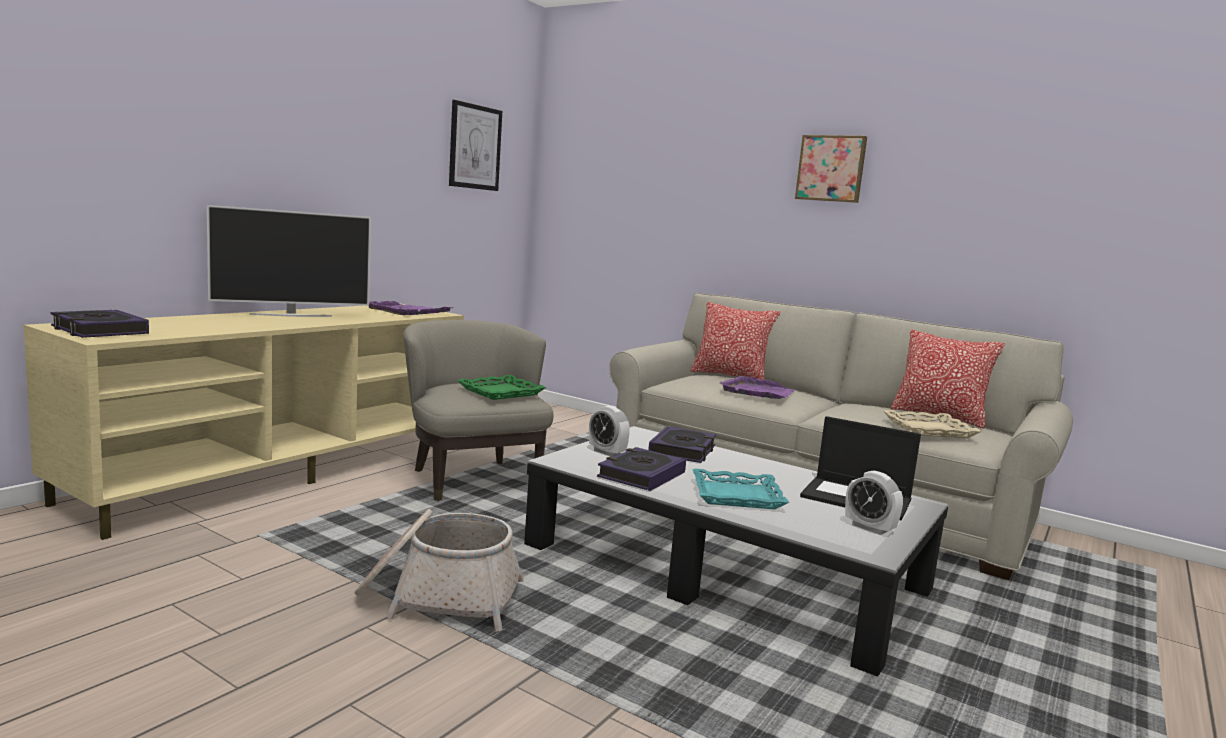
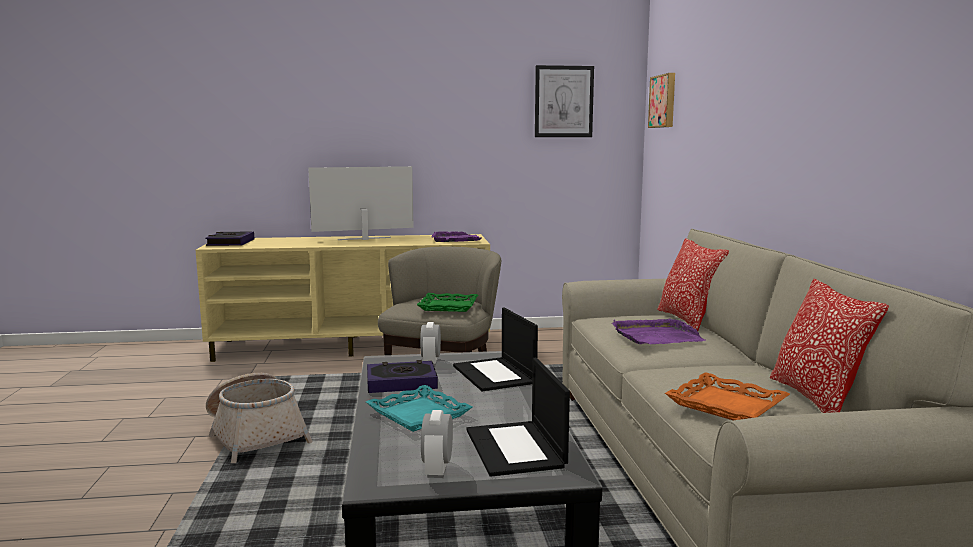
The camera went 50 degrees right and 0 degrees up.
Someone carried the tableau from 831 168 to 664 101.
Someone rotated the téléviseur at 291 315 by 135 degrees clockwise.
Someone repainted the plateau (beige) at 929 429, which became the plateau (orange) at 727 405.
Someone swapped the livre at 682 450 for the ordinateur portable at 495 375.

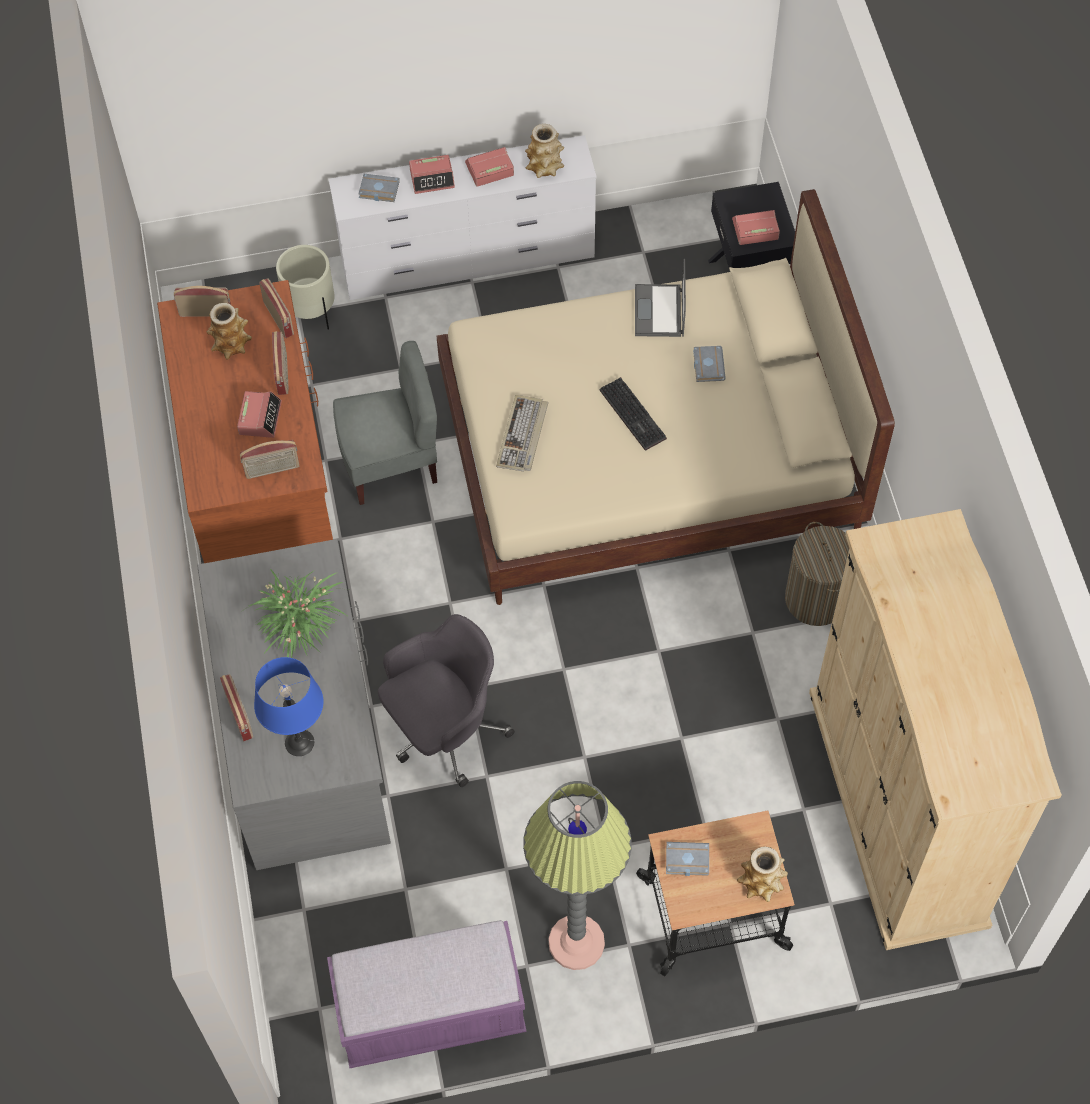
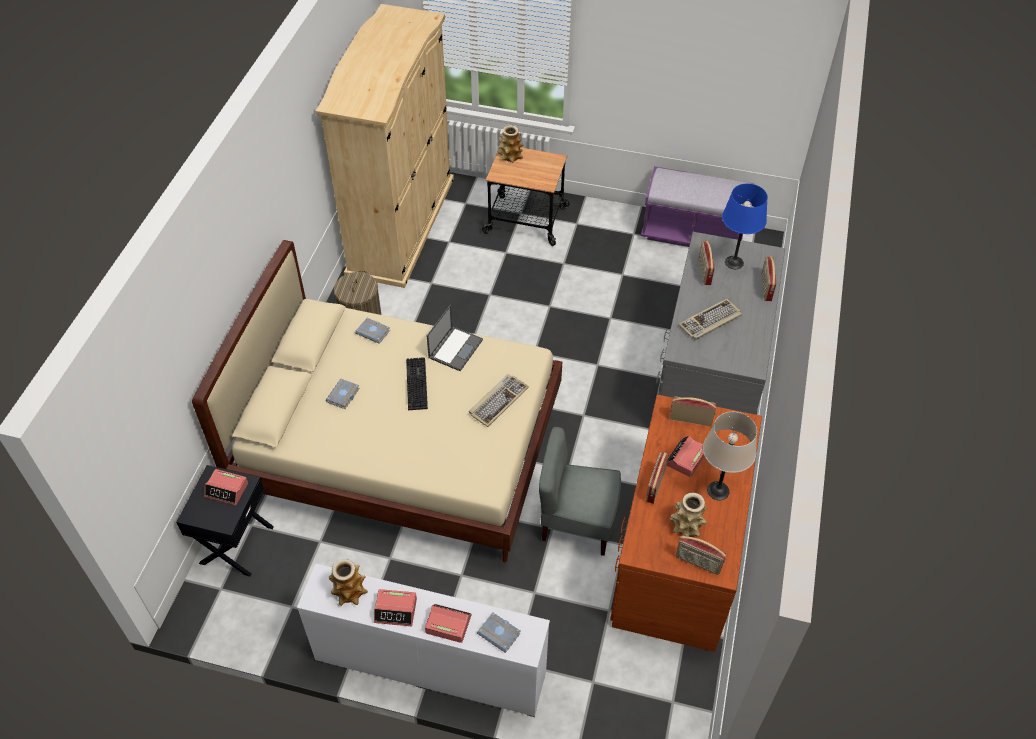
The camera went 155 degrees left and 10 degrees down.
Someone took away the cache-pot (beige) at 310 313.
Someone carried the ordinateur portable from 659 312 to 455 348.
Someone carried the radio from 279 318 to 704 272.
Someone swapped the plante en pot at 298 623 for the clavier at 710 321.
Someone took away the chaise de bureau (gris) at 443 729.
Someone took away the lampadaire at 576 942.
Someone carried the livre (gris) from 686 861 to 374 332.
Someone put down the lampe de table (beige) at 718 490.

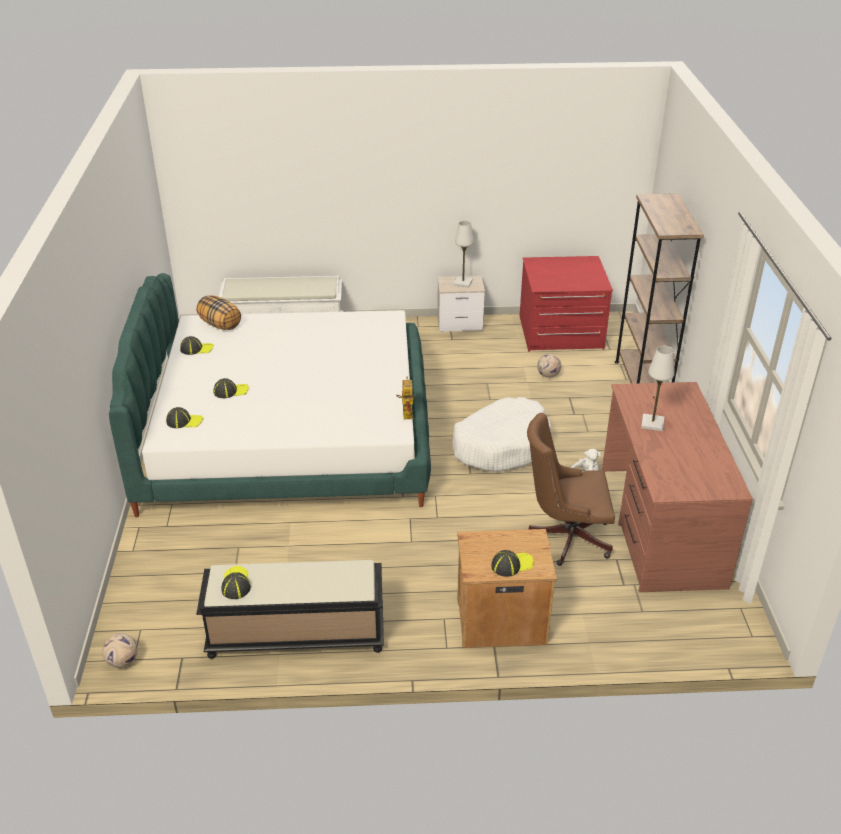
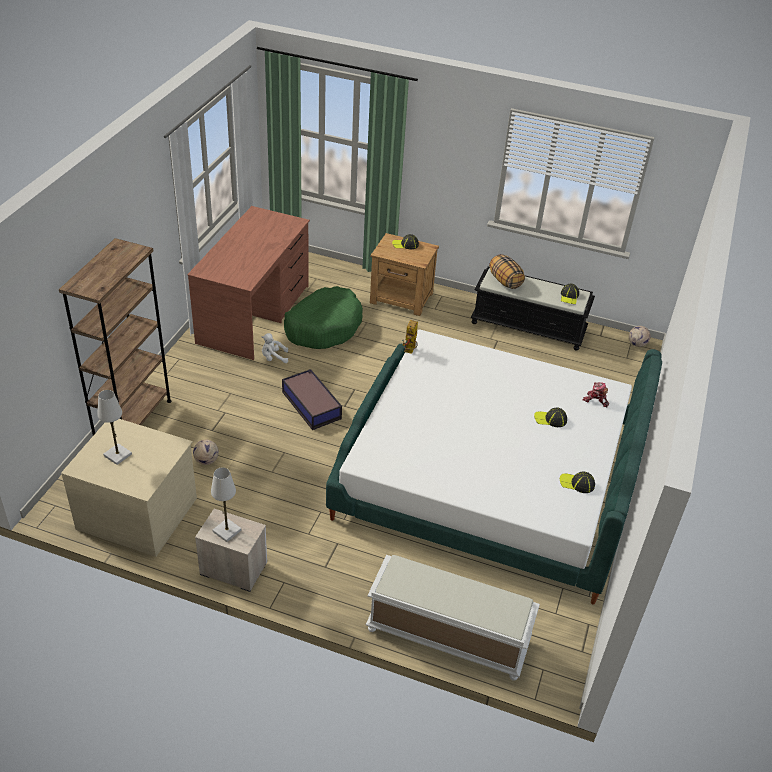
The camera went 160 degrees left and 5 degrees up.
Someone repainted the commode (rouge) at 561 333, which became the commode (beige) at 138 512.
Someone carried the coussin from 220 324 to 505 281.
Someone carried the lampe de table (blanc) from 652 423 to 118 455.
Someone swapped the panier pour chien (blanc) at 501 445 for the boîte de rangement at 311 404.
Someone swapped the casquette at 184 421 for the robot jouet at 595 400.
Someone swapped the chaise de bureau (marron) at 565 537 for the panier pour chien (vert) at 323 327.

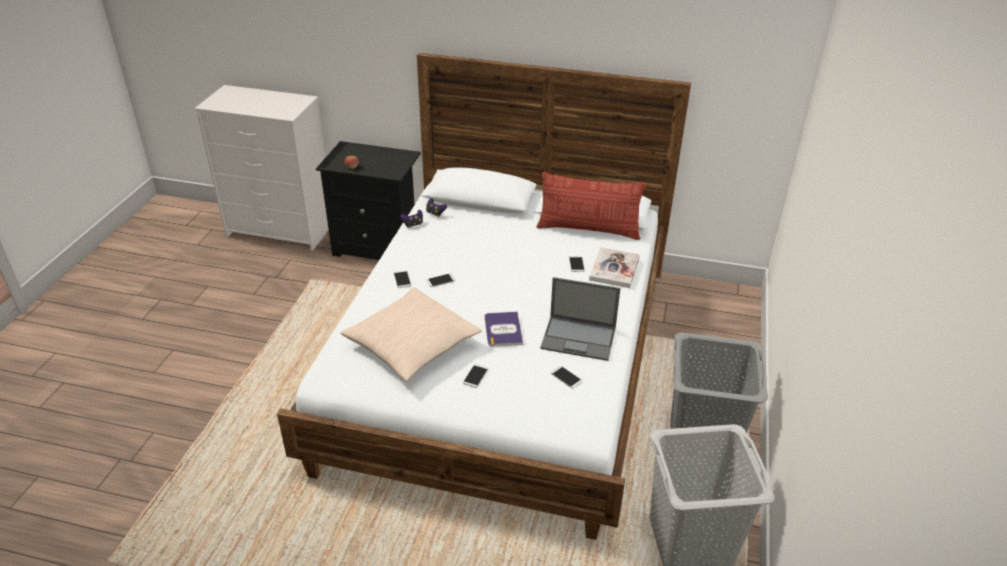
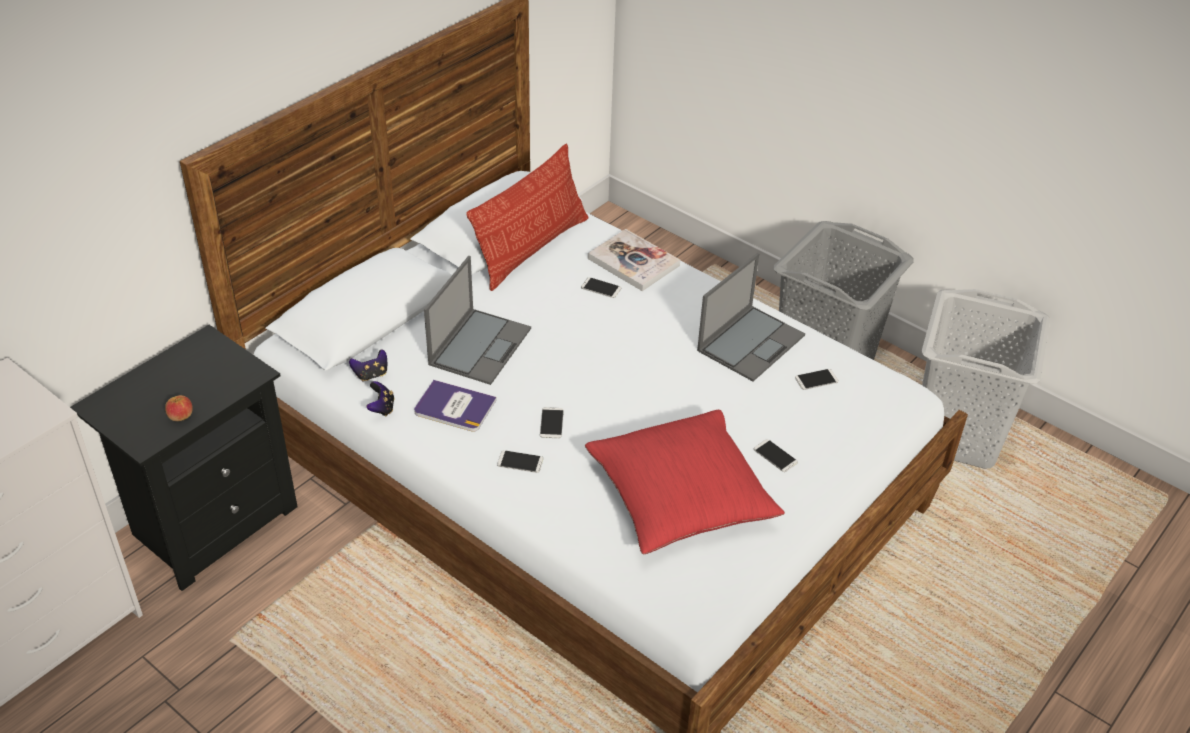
The camera went 65 degrees left and 5 degrees up.
Someone repainted the coussin (beige) at 411 344, which became the coussin (rouge) at 681 496.
Someone carried the livre from 503 329 to 454 407.
Someone put down the ordinateur portable at 480 345.

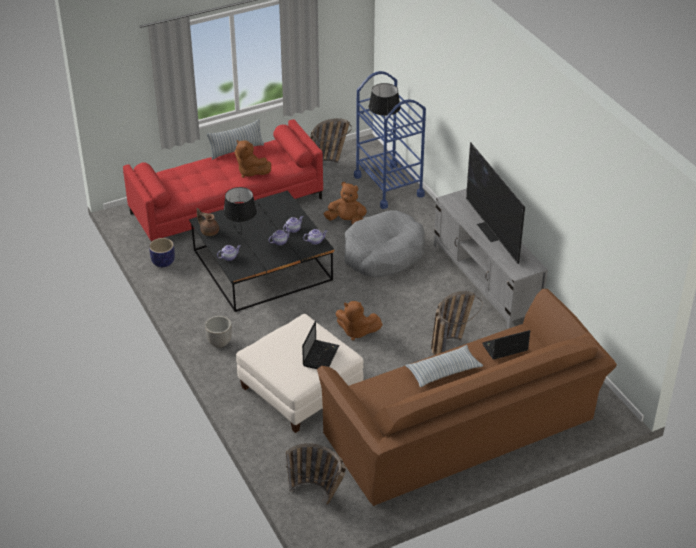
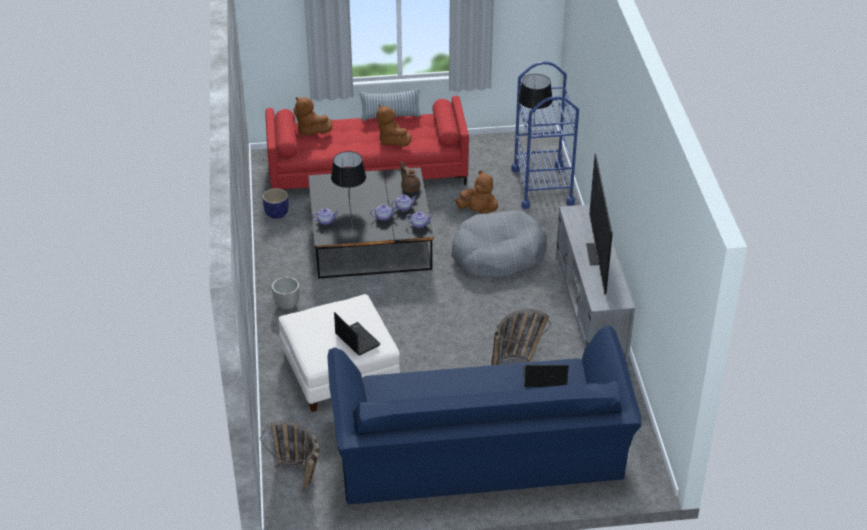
The camera went 20 degrees right and 0 degrees up.
Someone took away the panier at 328 164.
Someone carried the théière (marron) from 209 231 to 410 187.
Someone repainted the canapé (marron) at 464 432, which became the canapé (bleu) at 480 456.
Someone carried the peluche (marron) from 356 331 to 310 131.
Someone rotated the ordinateur portable at 321 355 by 75 degrees counterclockwise.
Someone took away the coussin at 443 371.

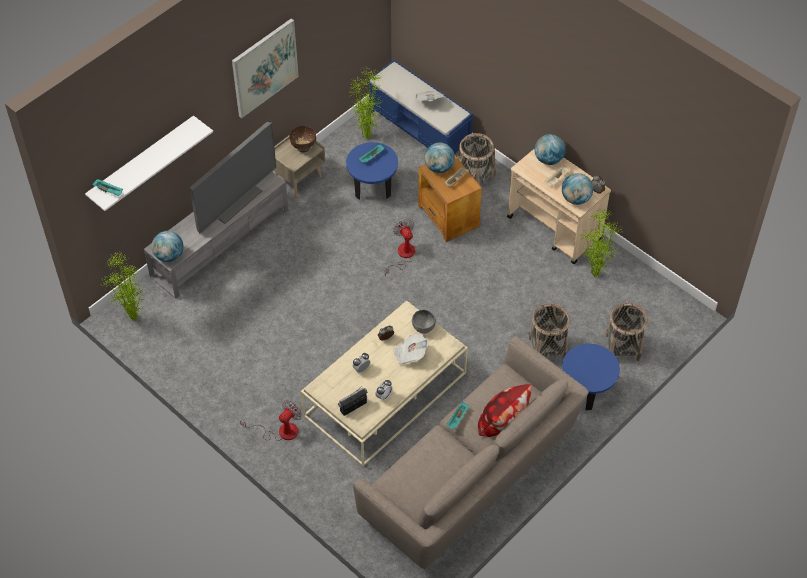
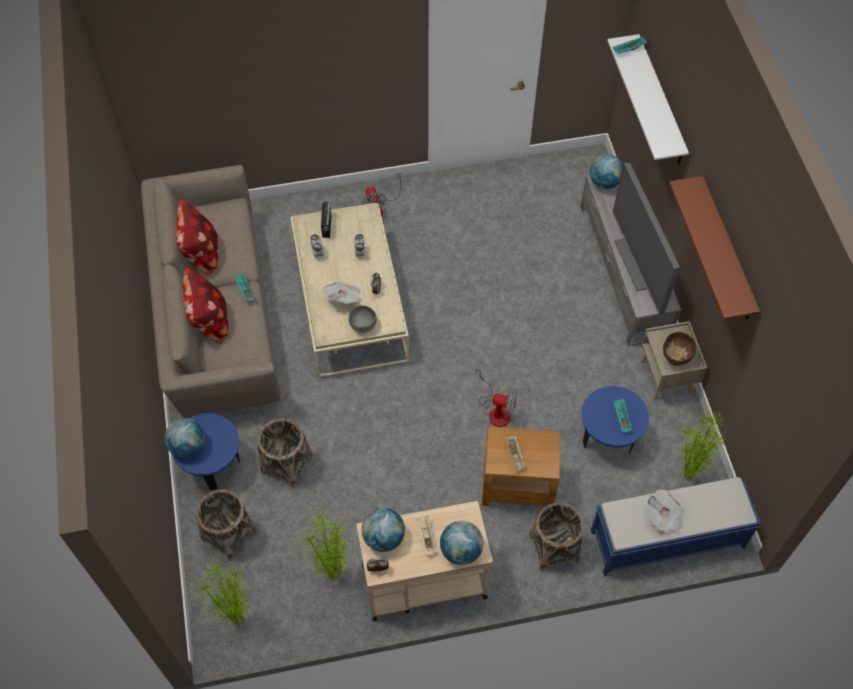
The camera went 125 degrees right and 5 degrees up.
Someone swapped the tableau at 264 67 for the étagère (marron) at 726 250.
Someone carried the globe from 439 167 to 188 446.
Someone carried the plante en pot from 133 319 to 237 619.
Someone put down the coussin at 201 254.

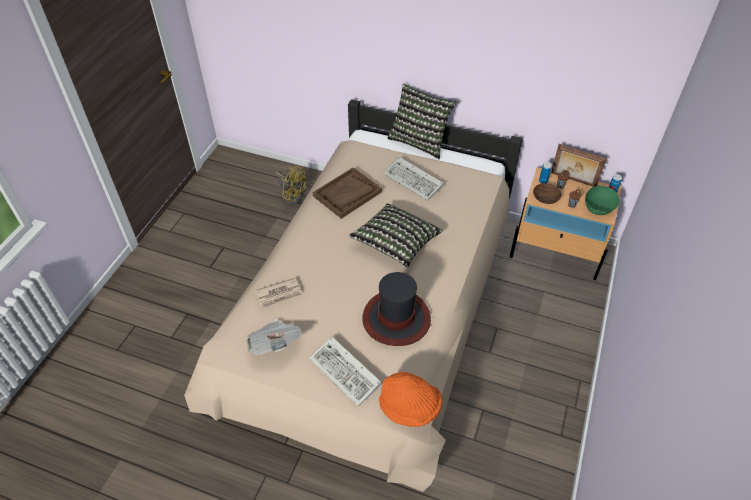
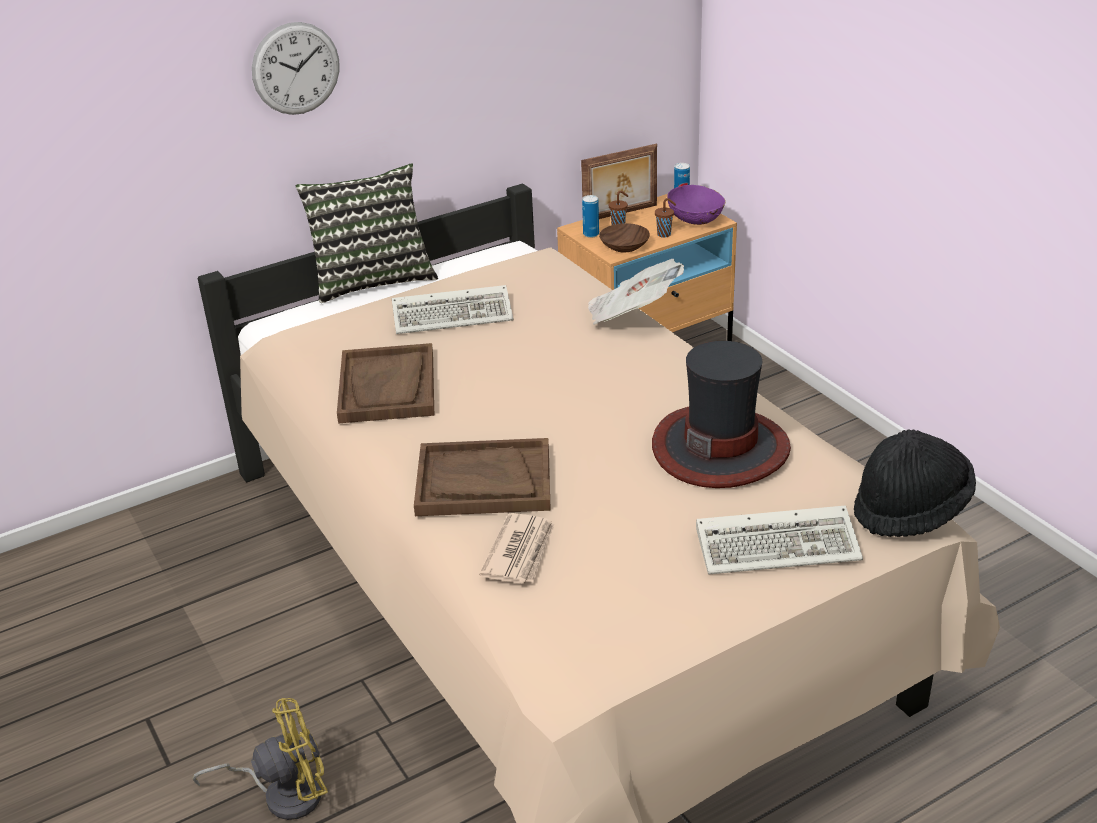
The camera went 50 degrees left and 15 degrees down.
Someone carried the ventilateur (jaune) from 291 195 to 283 794.
Someone repainted the bol (vert) at 598 209, which became the bol (violet) at 696 220.
Someone took away the coussin at 396 243.
Someone carried the journal from 275 344 to 632 314.
Someone repainted the chapeau (orange) at 410 408, which became the chapeau (noir) at 911 509.
Someone put up the horloge murale at 296 68.
Someone put down the plateau (marron) at 483 481.

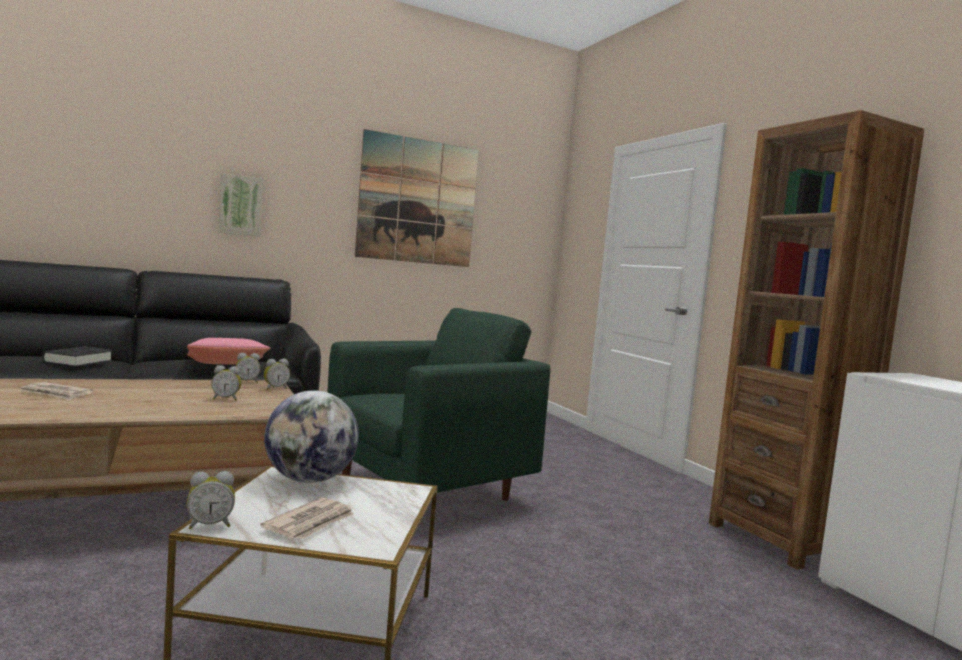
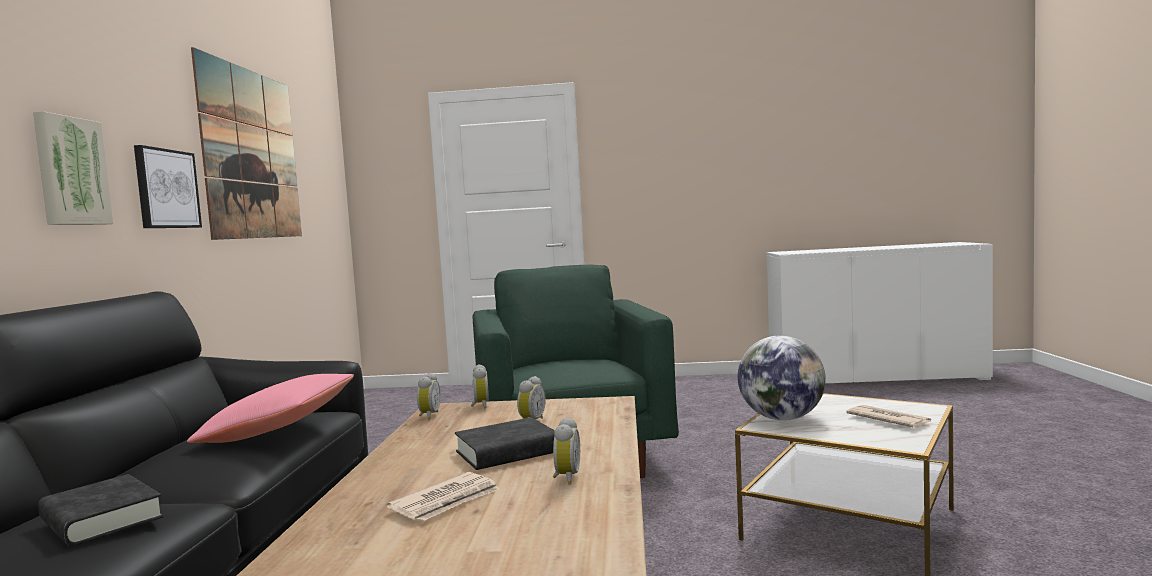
The camera went 60 degrees left and 0 degrees up.
Someone took away the bibliothèque (marron) at 781 540.
Someone carried the réveil from 210 525 to 565 477.
Someone put up the tableau at 166 189.
Someone put down the livre (noir) at 507 452.

